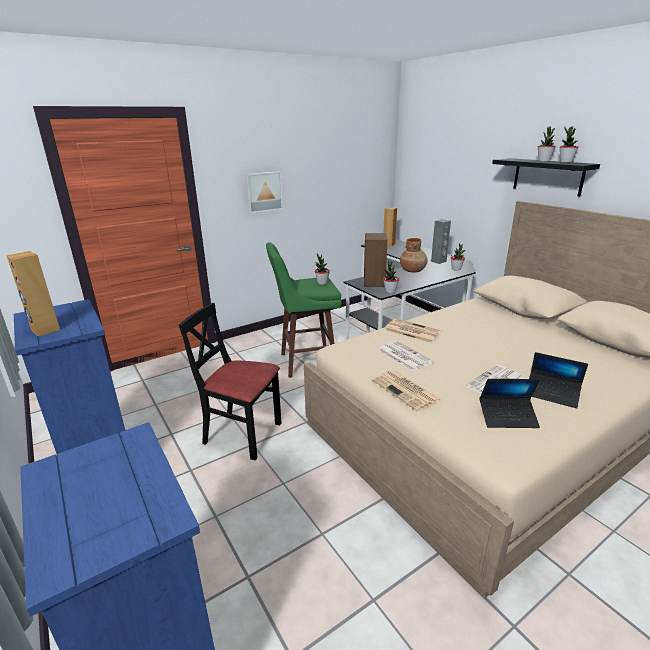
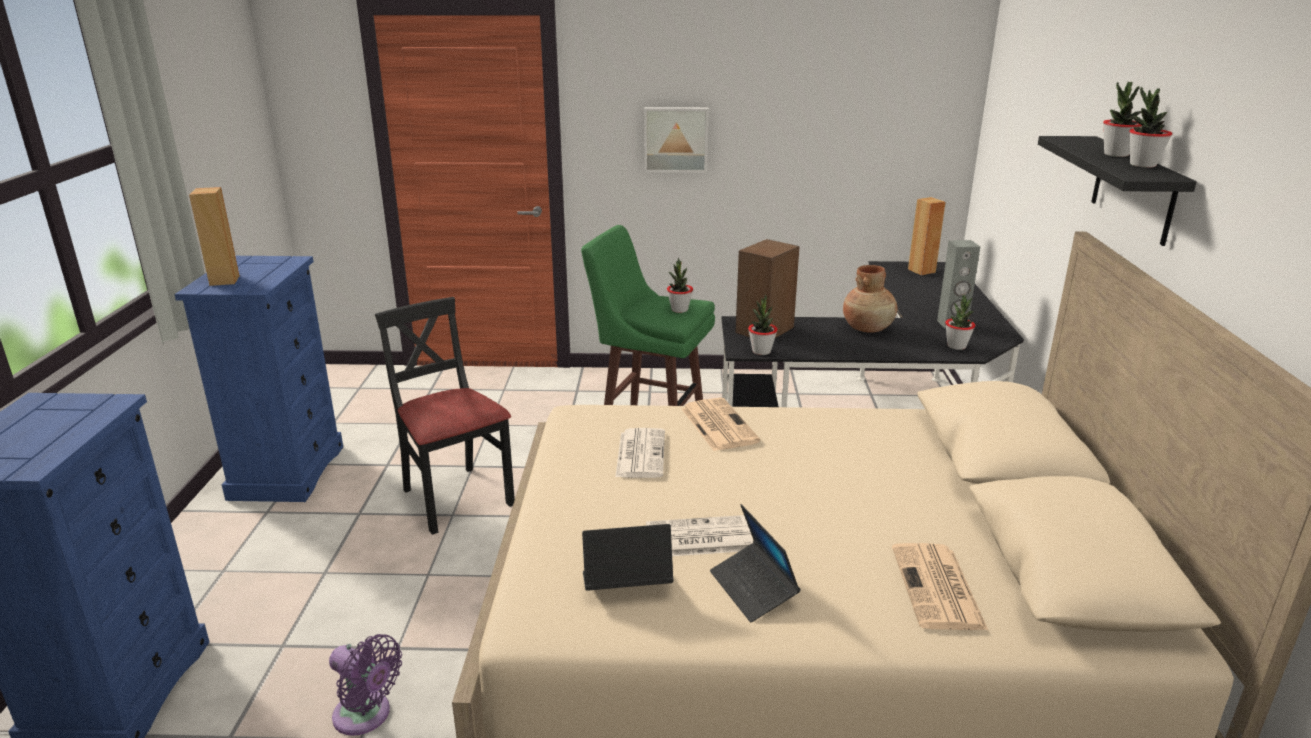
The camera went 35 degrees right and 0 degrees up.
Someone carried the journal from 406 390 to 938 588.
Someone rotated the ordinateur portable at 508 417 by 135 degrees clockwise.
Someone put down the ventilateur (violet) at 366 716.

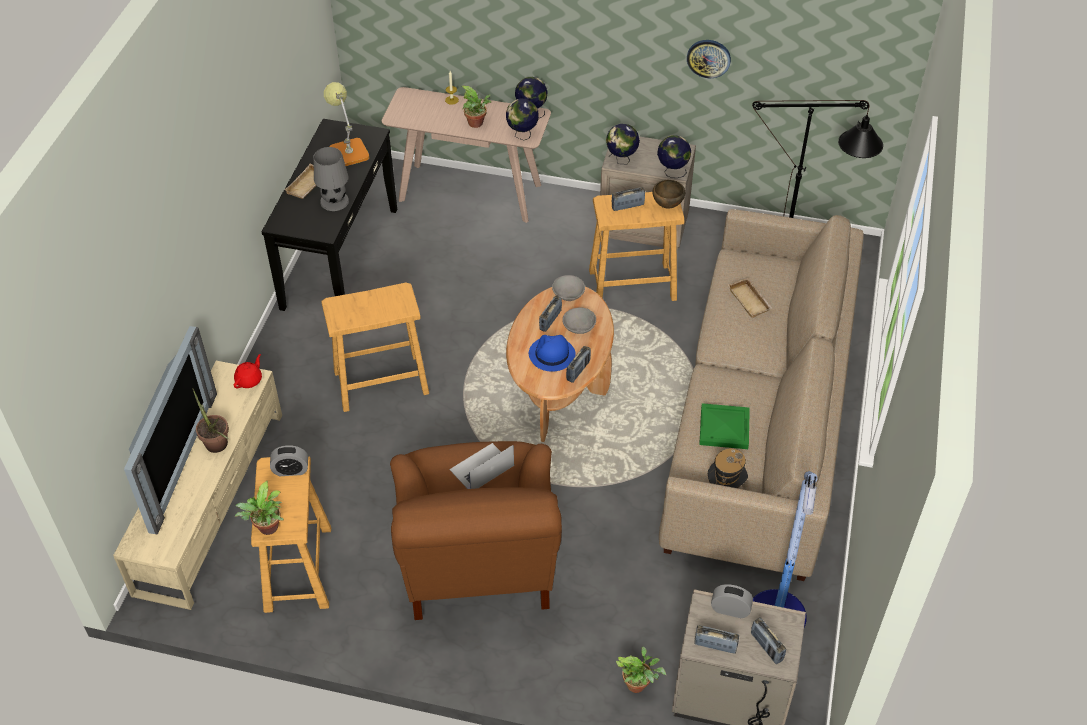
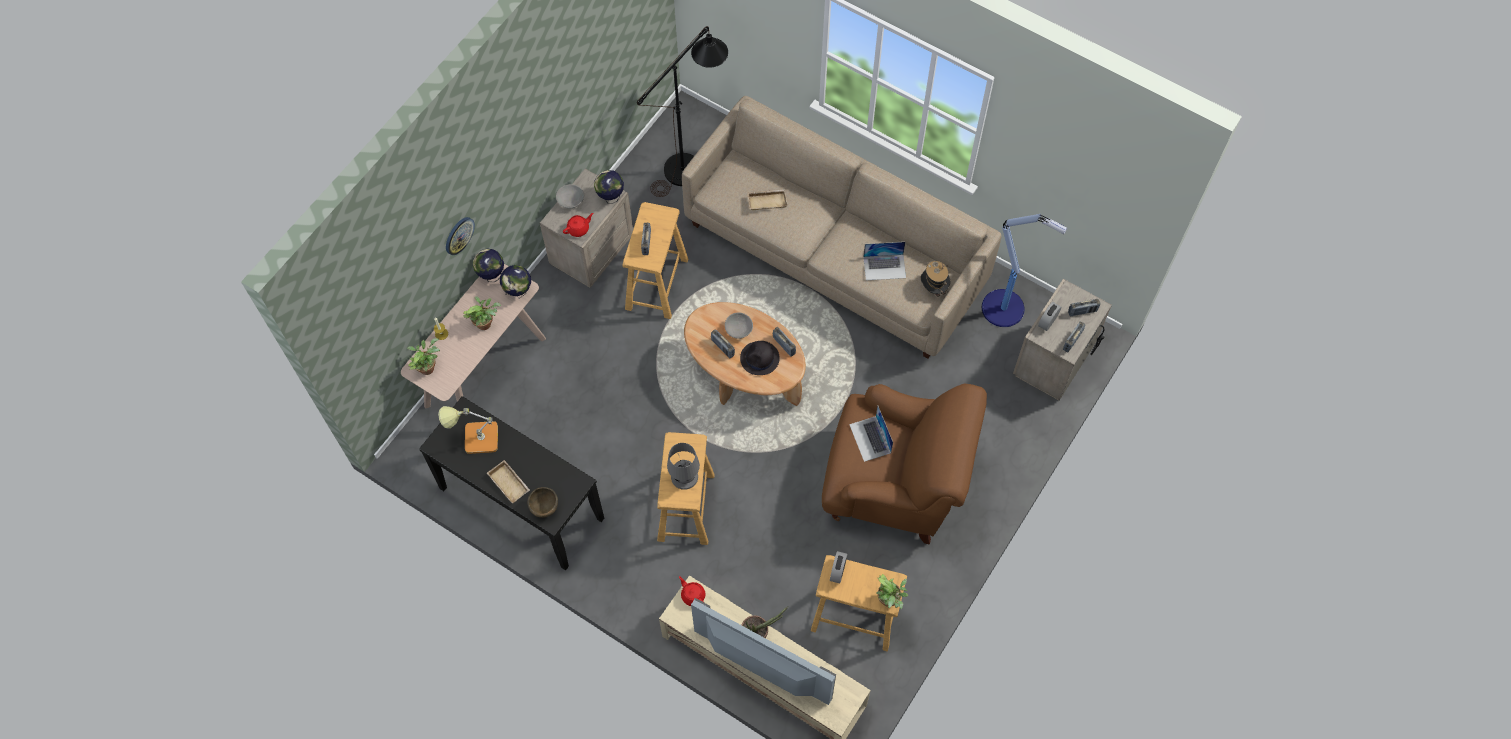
The camera went 70 degrees left and 15 degrees up.
Someone carried the horloge murale from 708 58 to 459 235.
Someone swapped the globe at 621 160 for the théière (rouge) at 579 229.
Someone carried the lampe de table (gris) from 334 201 to 684 476.
Someone carried the bol (marron) from 667 205 to 545 508.
Someone carried the bol (gris) from 568 295 to 571 201.
Someone repainted the chapeau (bleu) at 551 355, which became the chapeau (noir) at 760 358.
Someone swapped the plateau (vert) at 725 428 for the ordinateur portable at 884 267.
Someone carried the plante en pot from 638 684 to 428 367.

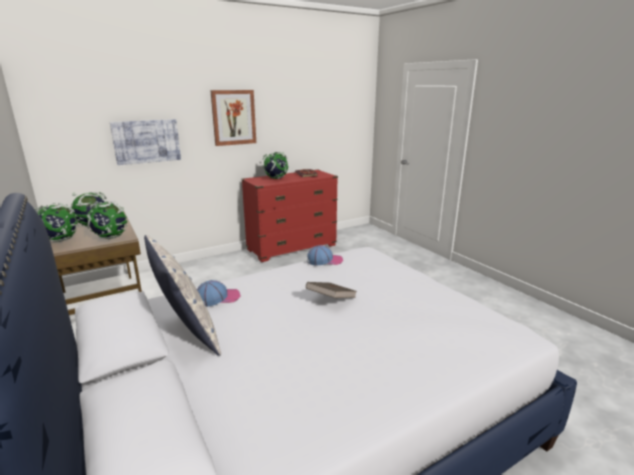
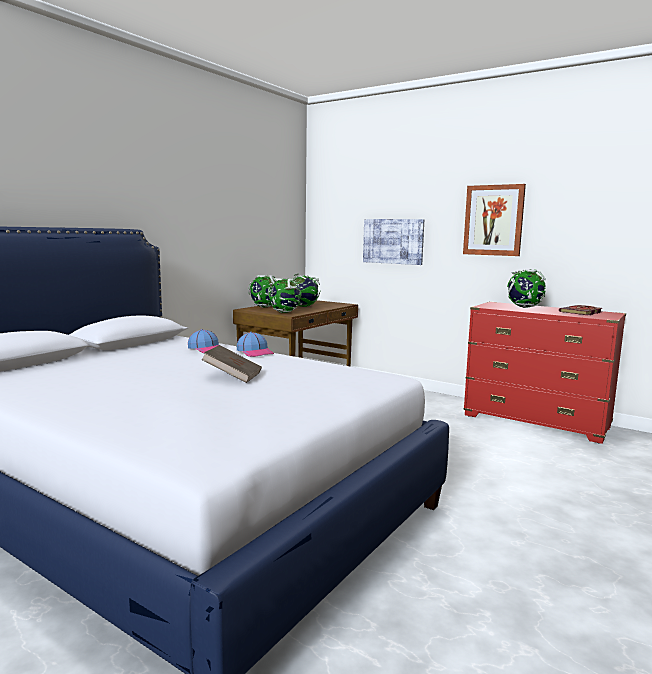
The camera went 65 degrees right and 10 degrees down.
Someone took away the coussin at 187 334.
Someone carried the casquette from 325 260 to 255 352.

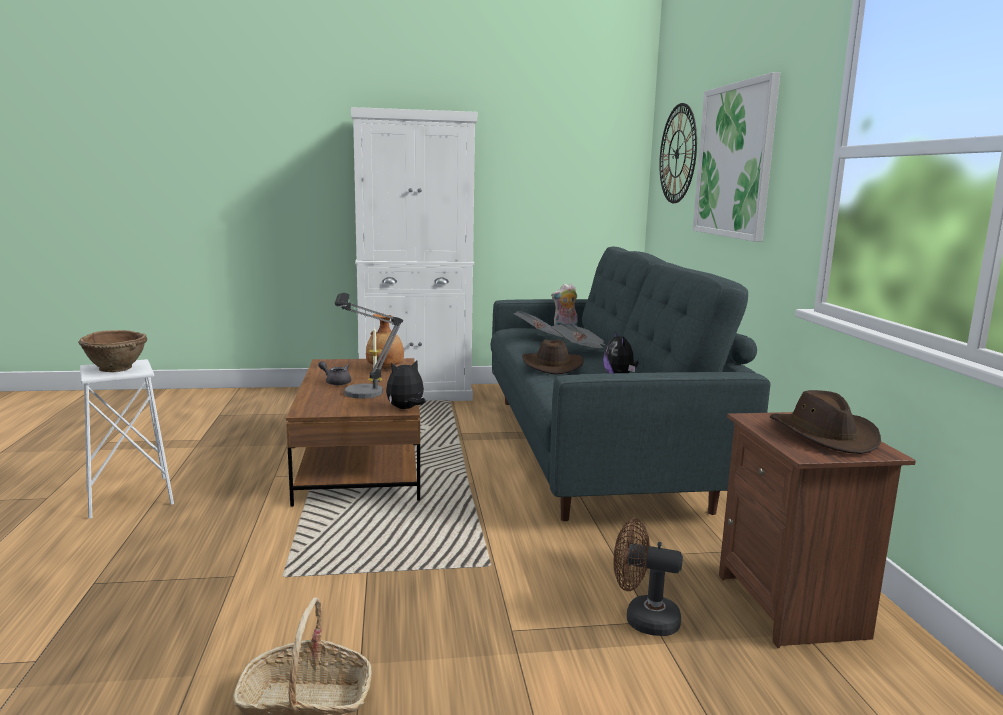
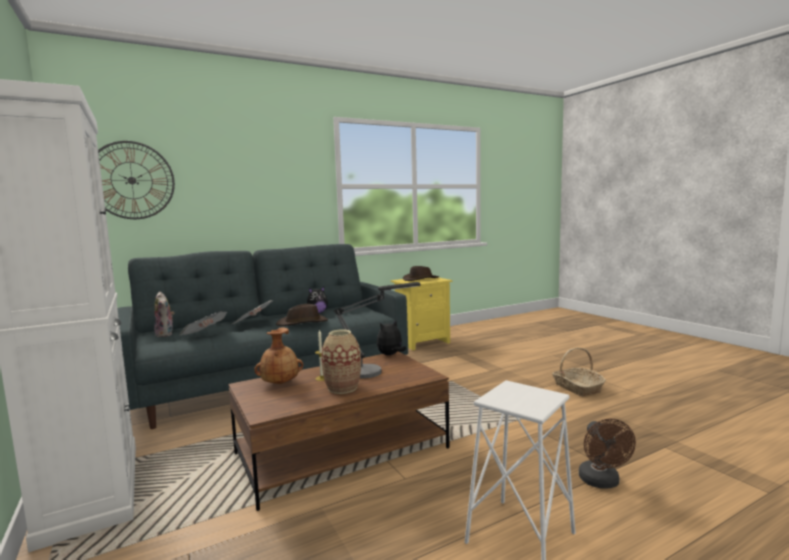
The camera went 110 degrees left and 5 degrees down.
Someone took away the tableau at 734 161.
Someone took away the bol (marron) at 117 369.
Someone rotated the peluche at 406 409 by 105 degrees clockwise.
Someone swapped the théière (gris) at 336 382 for the vase at 342 388.
Someone repainted the table de chevet (marron) at 793 606, which became the table de chevet (jaune) at 422 342.
Someone carried the ventilateur (marron) from 643 619 to 602 482.

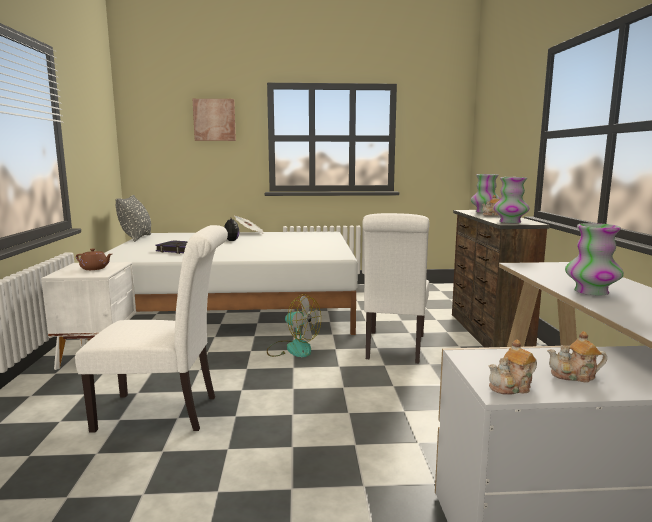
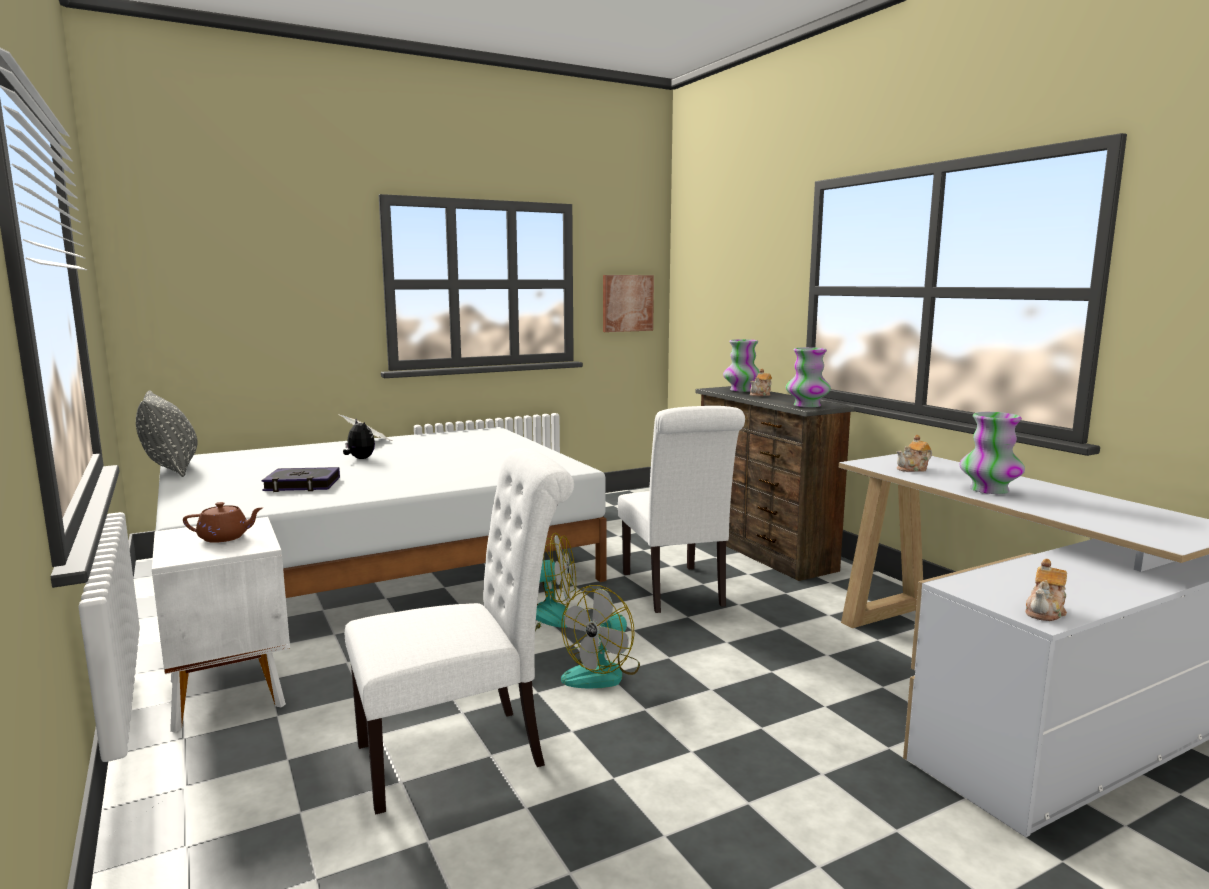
The camera went 25 degrees left and 0 degrees up.
Someone carried the tableau from 214 120 to 627 303.
Someone carried the théière from 575 376 to 913 469.
Someone put down the ventilateur at 602 672.

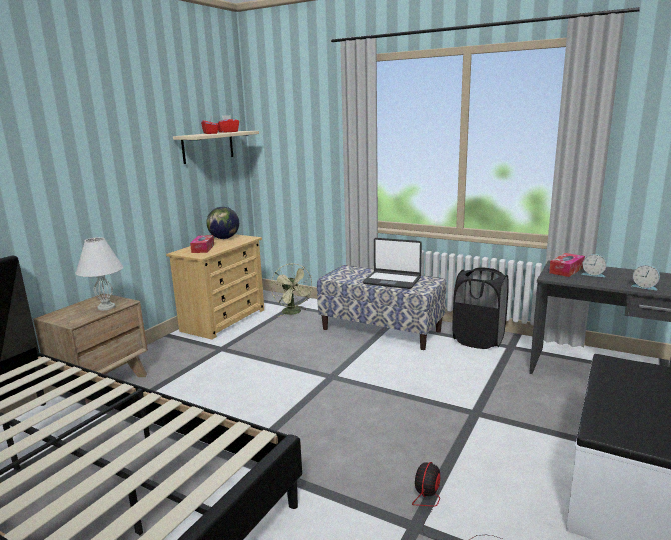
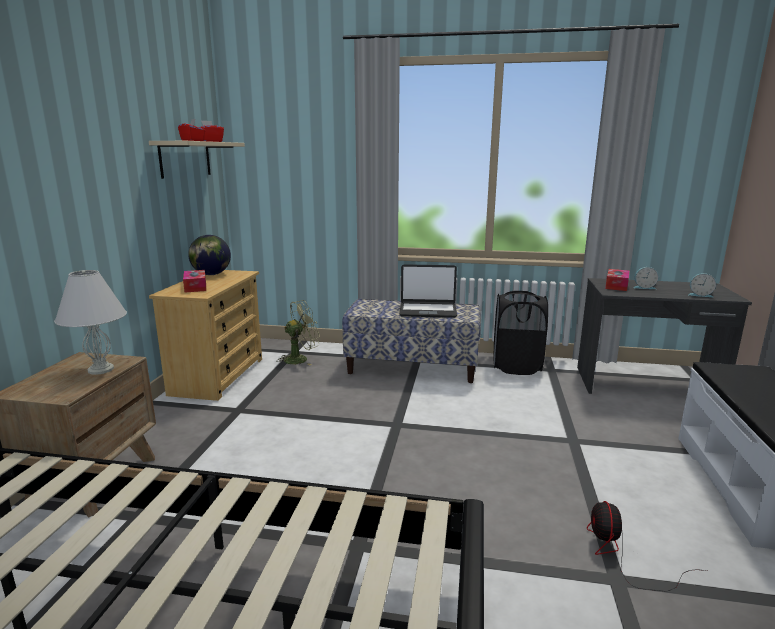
The camera went 20 degrees left and 0 degrees up.
Someone rotated the ventilateur (vert) at 294 313 by 75 degrees counterclockwise.

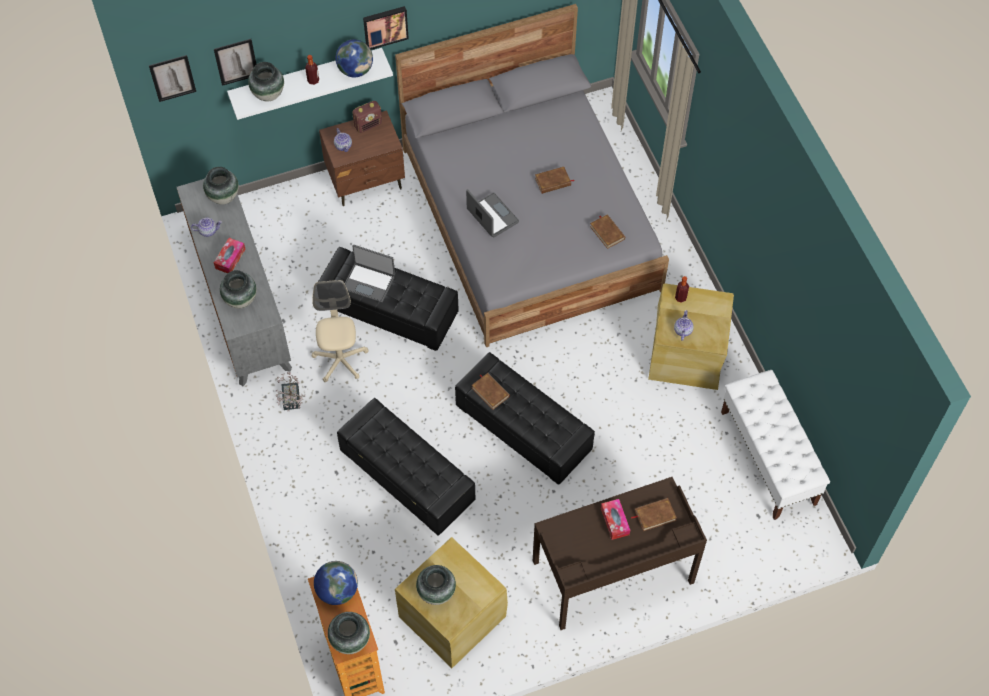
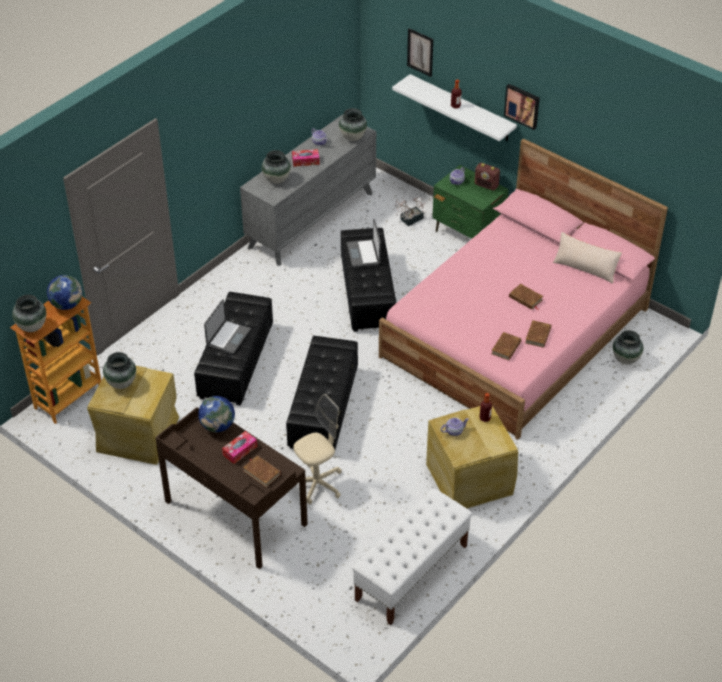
The camera went 60 degrees right and 15 degrees down.
Someone repainted the lit (gris) at 530 217, which became the lit (rose) at 516 332.
Someone carried the globe from 355 70 to 218 426.
Someone took away the tableau at 172 78.
Someone carried the vase from 269 94 to 625 359.
Someone repainted the table de chevet (marron) at 366 181, which became the table de chevet (vert) at 468 233.
Someone carried the ordinateur portable from 491 216 to 228 337.
Someone carried the chaise de bureau (beige) from 340 360 to 317 484.
Someone carried the plante en pot from 291 401 to 409 220.
Someone carried the livre (marron) from 490 392 to 538 335.
Someone put down the coussin (beige) at 585 268.

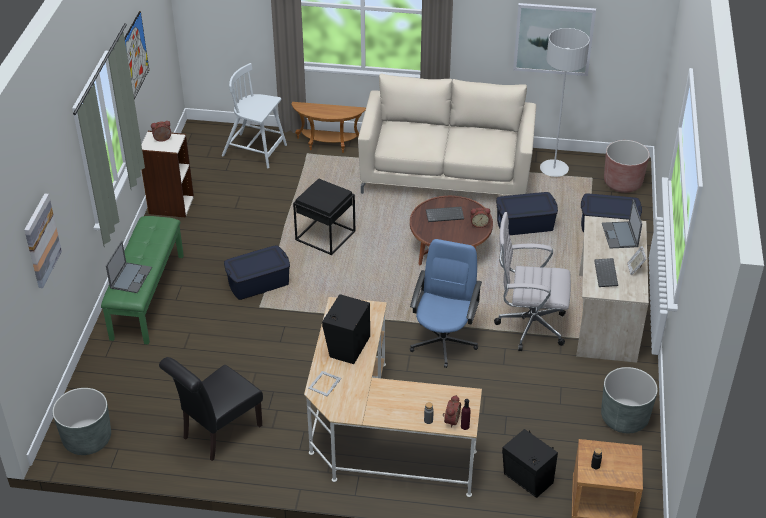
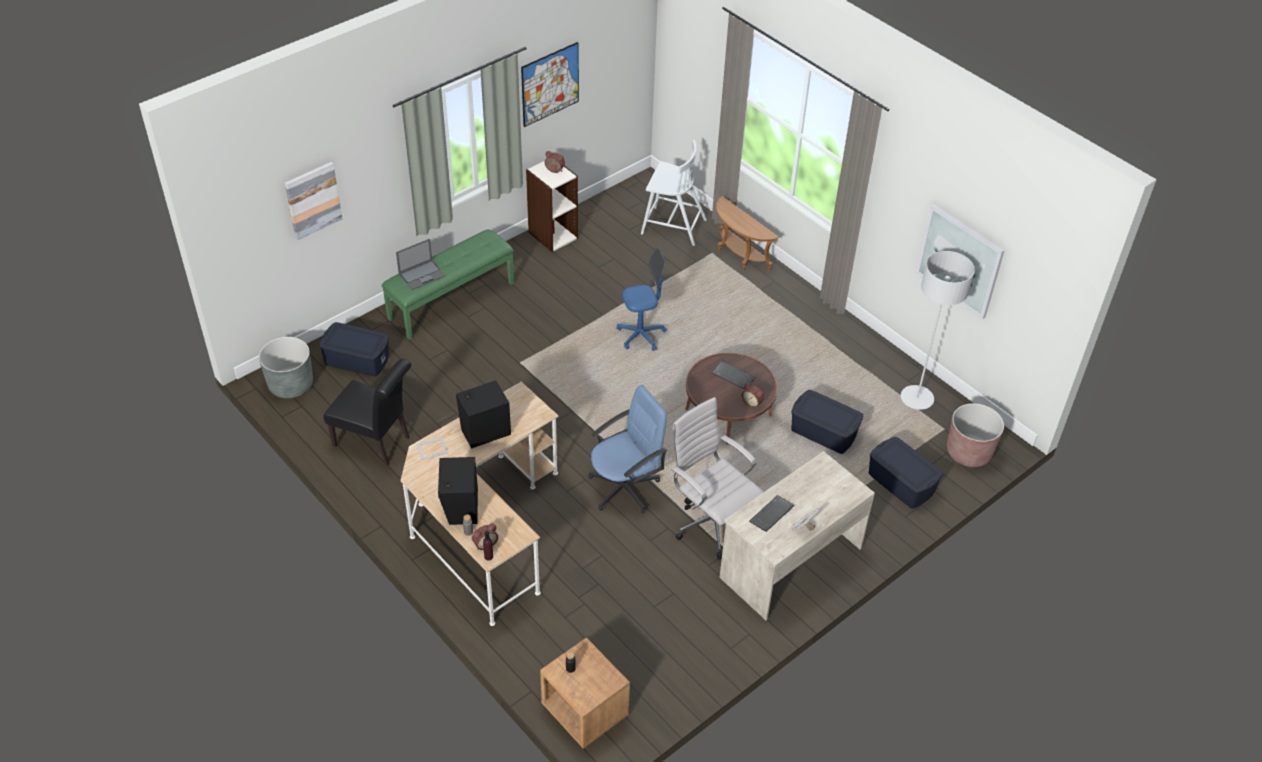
The camera went 40 degrees right and 5 degrees up.
Someone rotated the chaise (blanc) at 255 151 by 135 degrees clockwise.
Someone took away the canapé (beige) at 446 174.
Someone swapped the table d'appoint (noir) at 326 236 for the chaise de bureau (bleu) at 641 335.
Someone took away the ordinateur portable at 620 235.
Someone carried the boîte de rangement (bleu) from 258 282 to 357 359.
Someone rotated the chaise (noir) at 218 434 by 150 degrees counterclockwise.
Someone took away the cache-pot (gris) at 624 418.
Someone carried the enceinte (noir) from 527 480 to 460 507.

